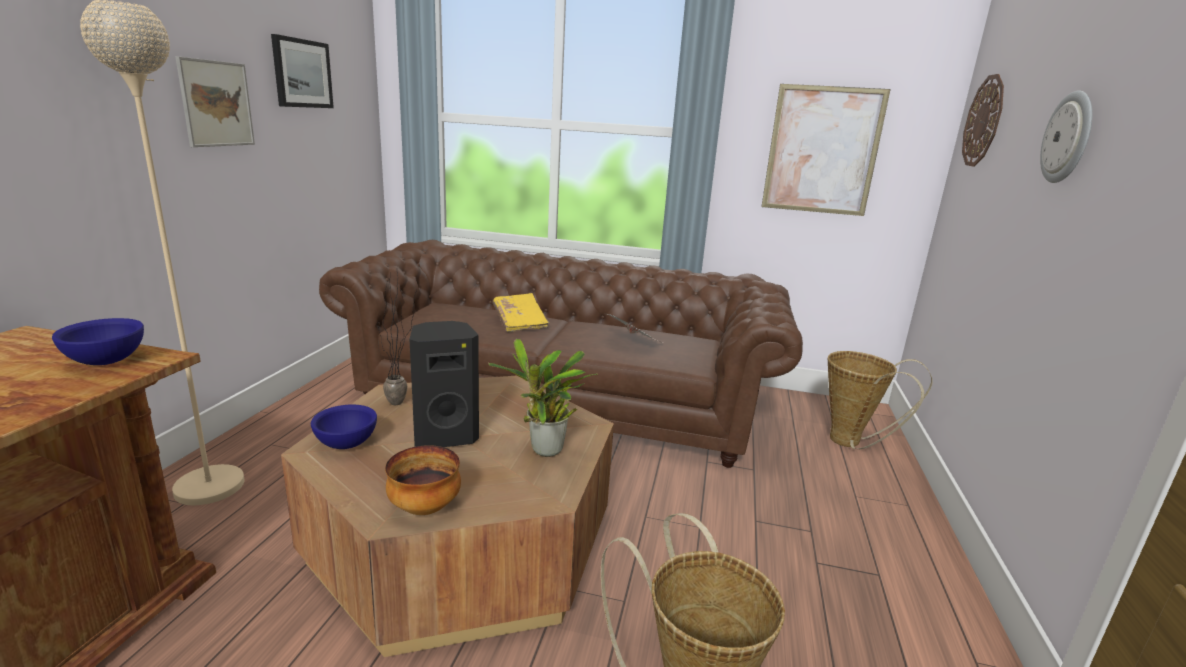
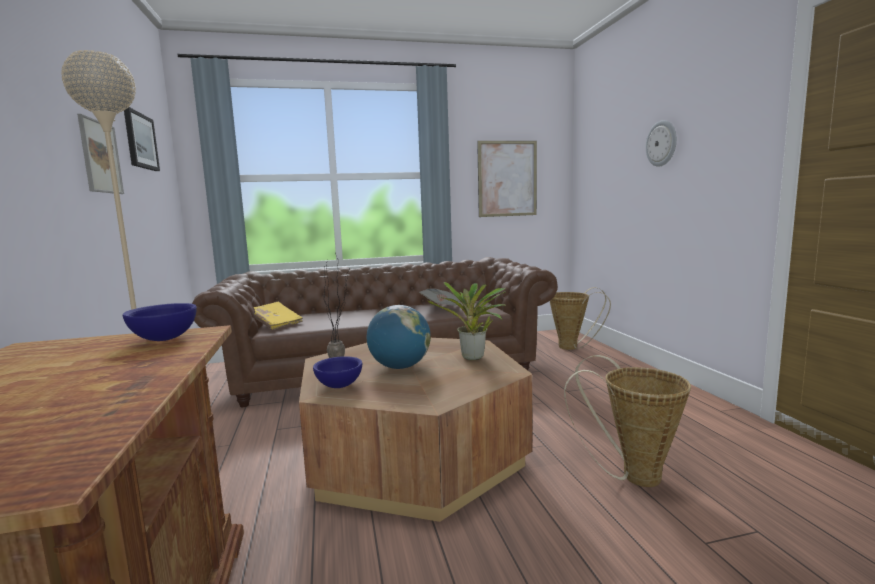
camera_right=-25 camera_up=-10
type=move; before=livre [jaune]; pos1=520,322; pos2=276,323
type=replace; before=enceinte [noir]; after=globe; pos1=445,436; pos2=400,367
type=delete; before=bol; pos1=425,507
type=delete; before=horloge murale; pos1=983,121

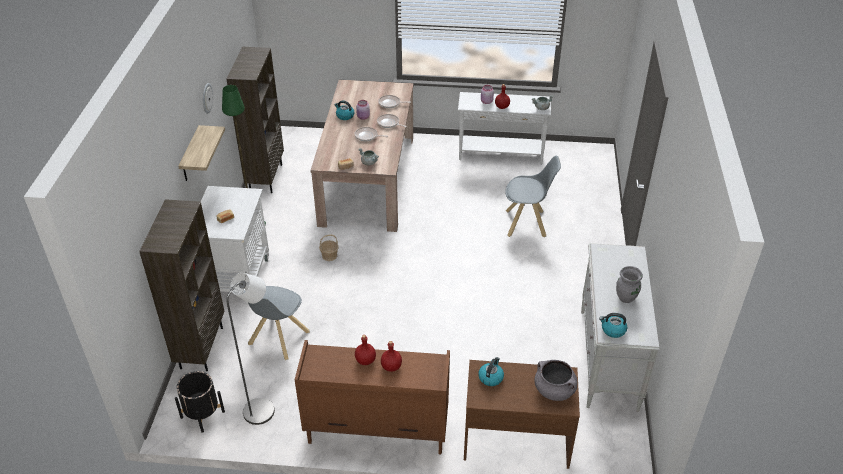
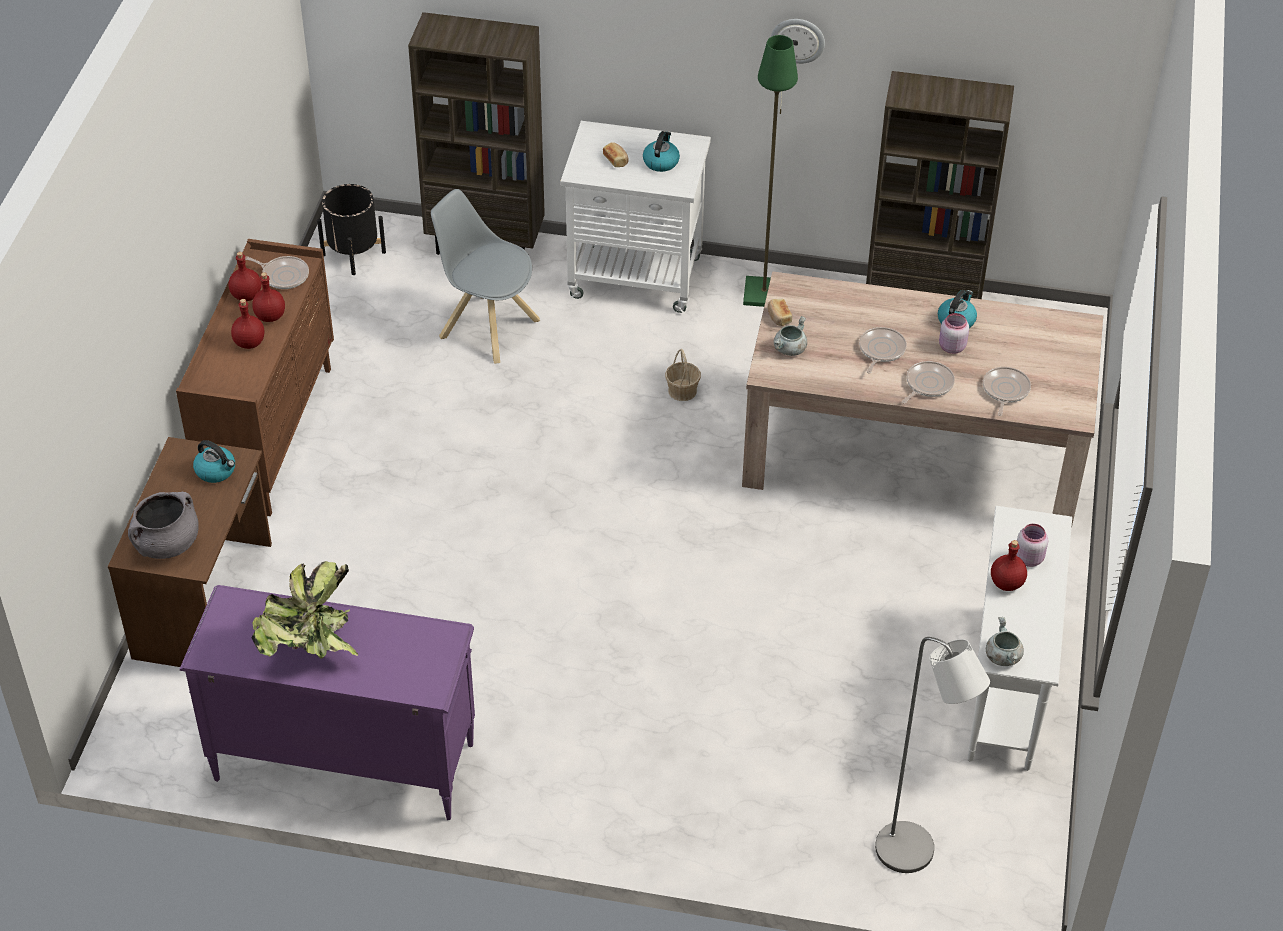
camera_right=95 camera_up=5
type=recolor; before=commode [blanc]; after=commode [violet]; pos1=607,359; pos2=343,760
type=insert; after=bouteille [rouge]; pos2=246,295
type=insert; after=poêle; pos2=283,275
type=replace; before=vase [gris]; after=plante en pot; pos1=626,298; pos2=310,647
type=move; before=bouilloire; pos1=613,330; pos2=661,162
type=move; before=lampadaire [gris]; pos1=263,407; pos2=913,855
type=delete; before=étagère; pos1=191,155
type=delete; before=chaise [gris]; pos1=527,223

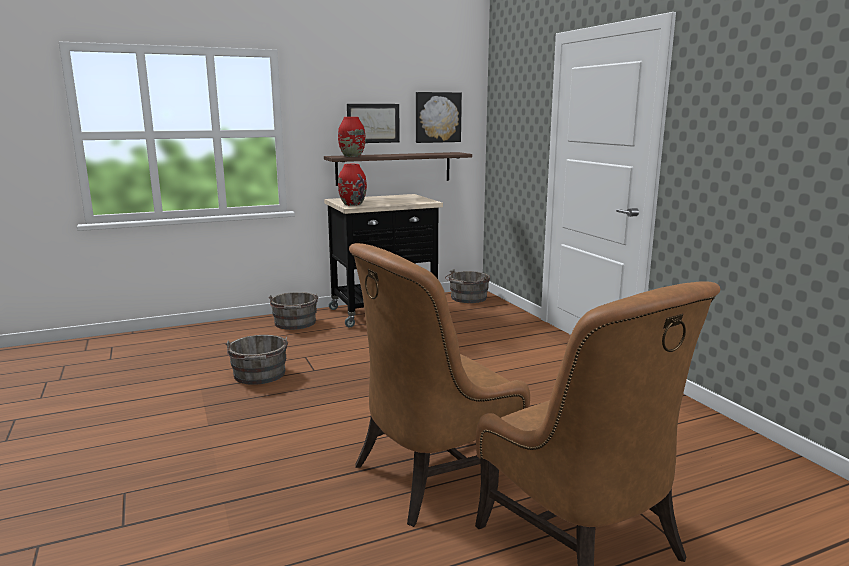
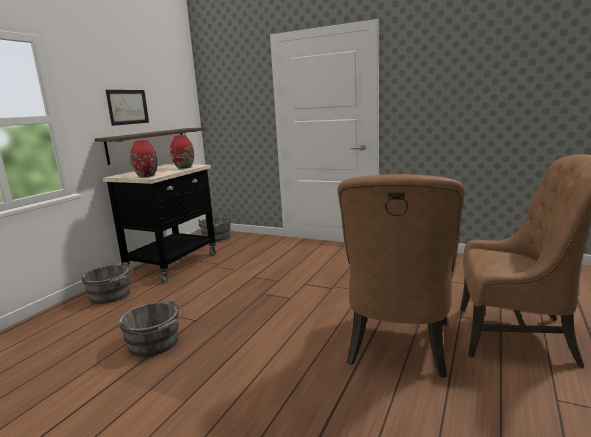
camera_right=-40 camera_up=0
type=move; before=vase [rouge]; pos1=352,156; pos2=184,167
type=delete; before=tableau; pos1=437,117

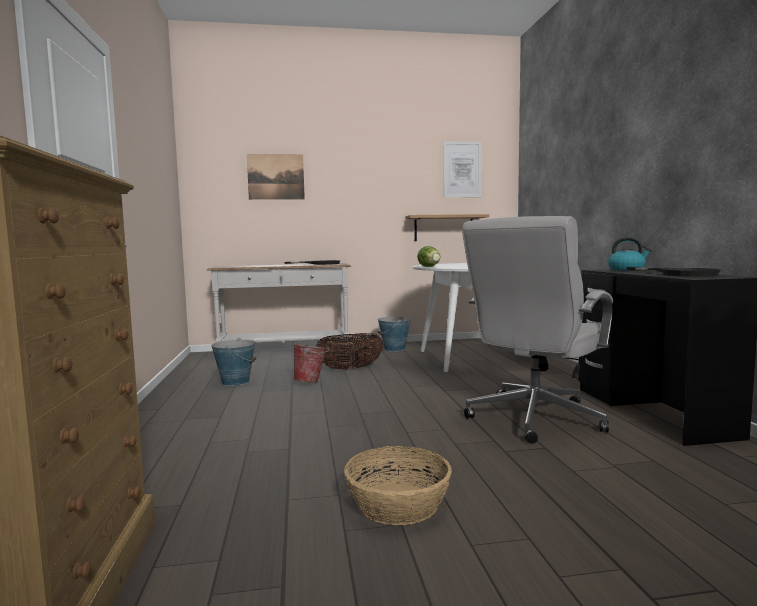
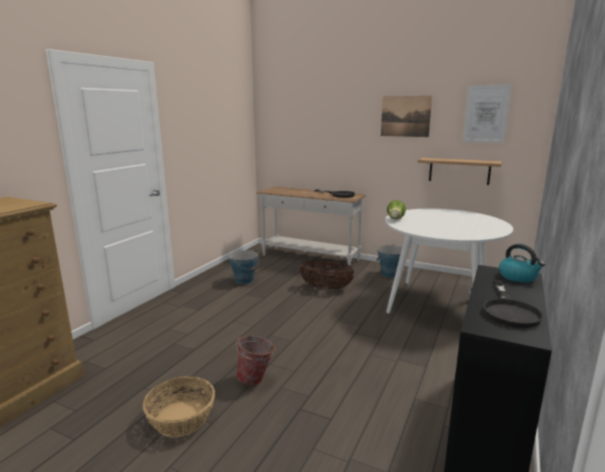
camera_right=35 camera_up=10
type=move; before=seau; pos1=311,382; pos2=256,379
type=move; before=tableau; pos1=276,177; pos2=405,116
type=delete; before=chaise de bureau [gris]; pos1=535,417

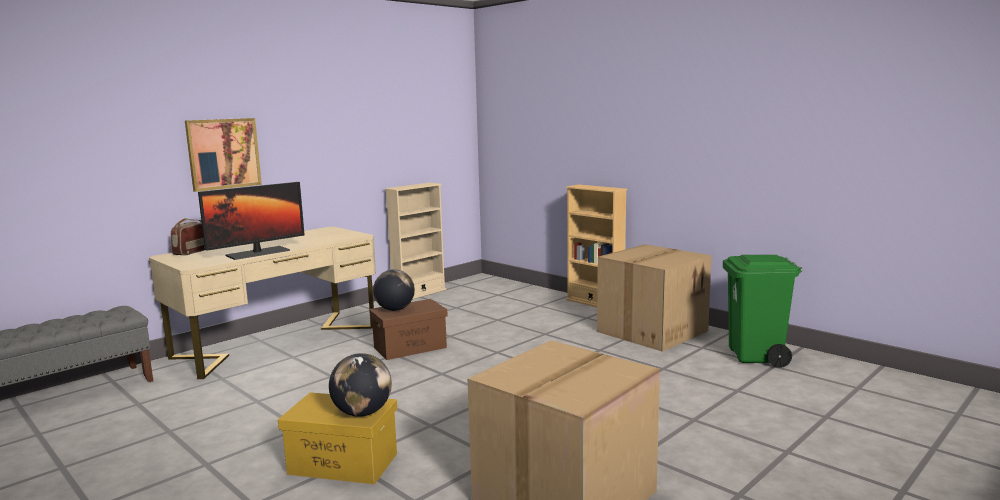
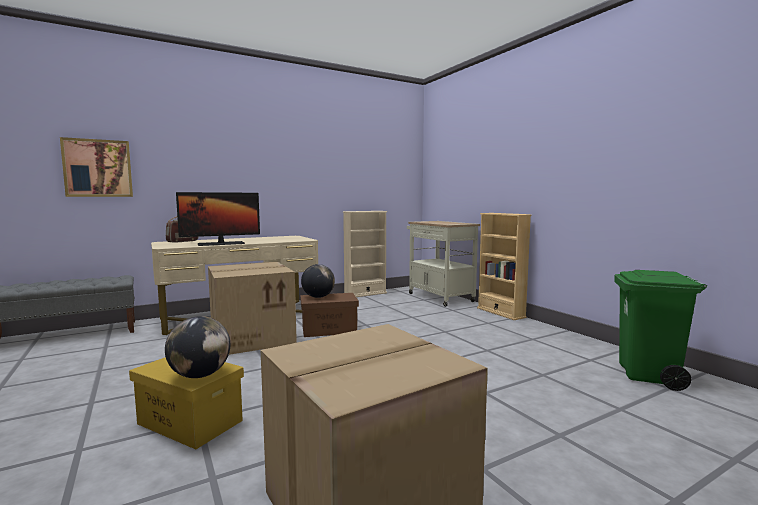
camera_right=15 camera_up=-5
type=move; before=tableau; pos1=223,153; pos2=98,168
type=move; before=carton; pos1=652,331; pos2=253,337
type=insert; after=chariot [beige]; pos2=439,297

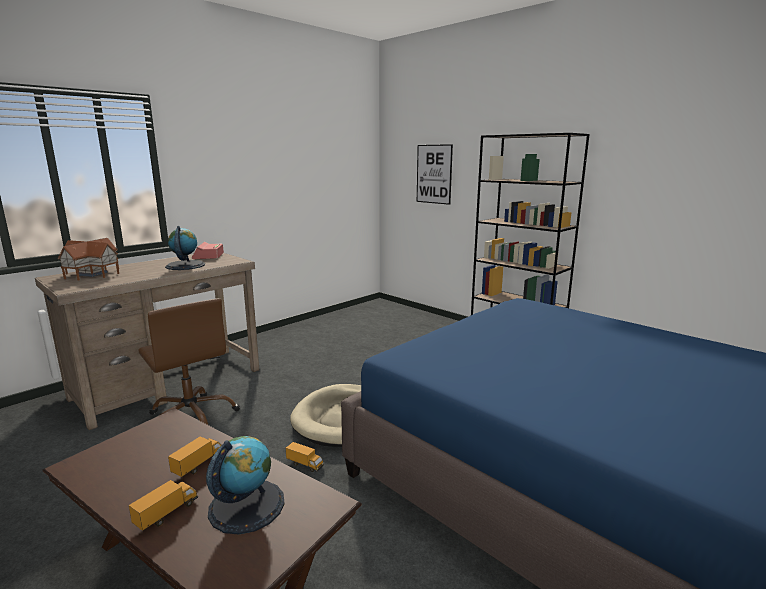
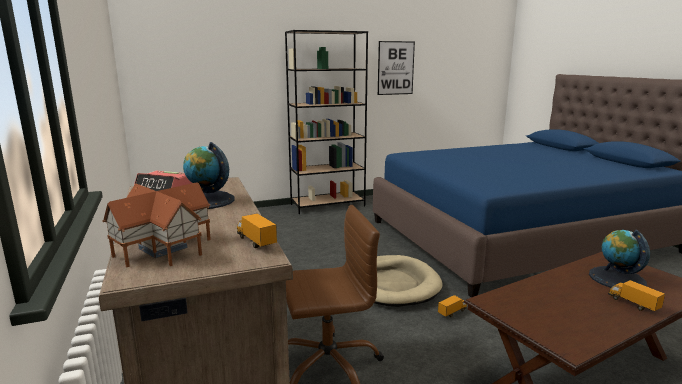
camera_right=-65 camera_up=0
type=move; before=camion jouet; pos1=198,465; pos2=256,242
type=move; before=tableau; pos1=434,174; pos2=395,68

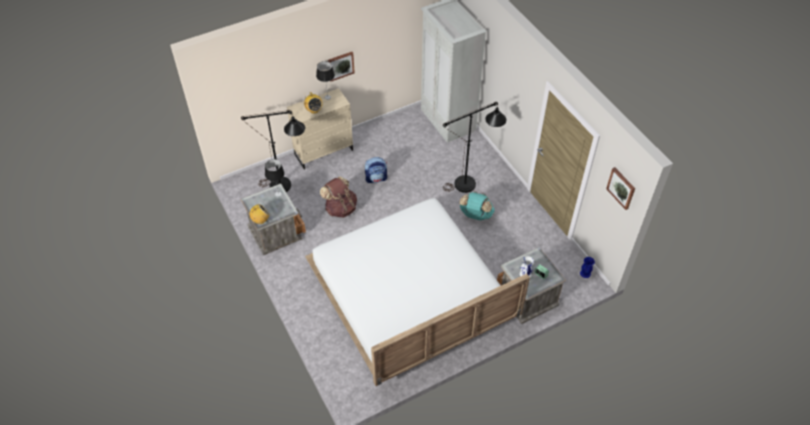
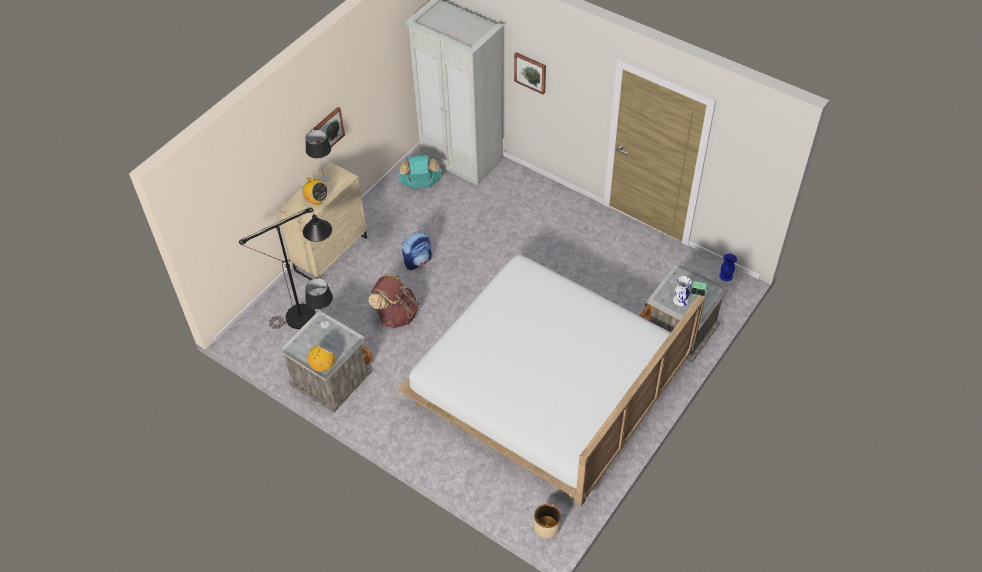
camera_right=-25 camera_up=0
type=move; before=sac à dos [turquoise]; pos1=475,215; pos2=420,184
type=move; before=tableau; pos1=621,188; pos2=530,72
type=insert; after=cache-pot [beige]; pos2=546,526
type=delete; before=lampadaire [noir]; pos1=471,183

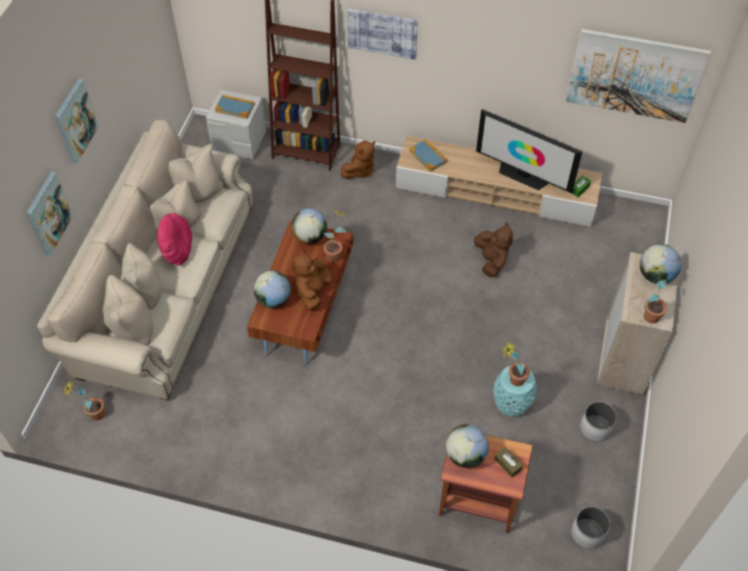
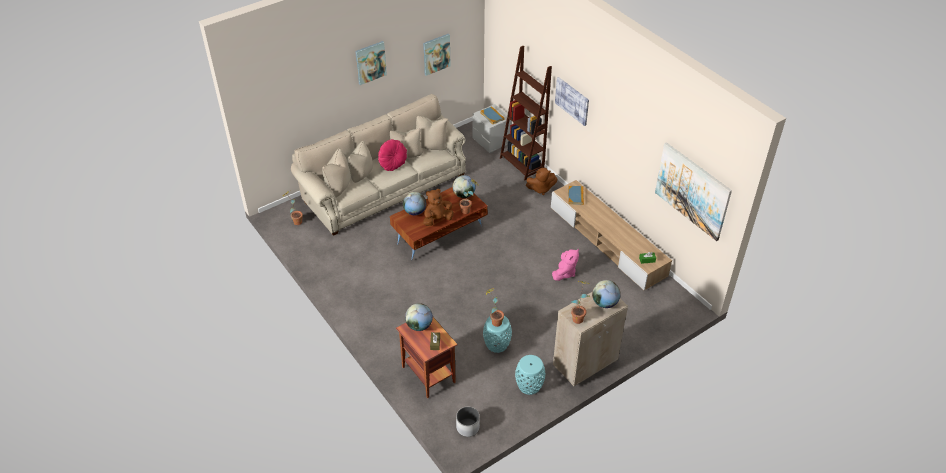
camera_right=40 camera_up=-10
type=move; before=tableau; pos1=48,214; pos2=436,54
type=replace; before=cache-pot [blanc]; after=tabouret [turquoise]; pos1=595,428; pos2=529,385
type=recolor; before=peluche [marron]; after=peluche [rose]; pos1=491,261; pos2=564,273
type=delete; before=téléviseur; pos1=523,175

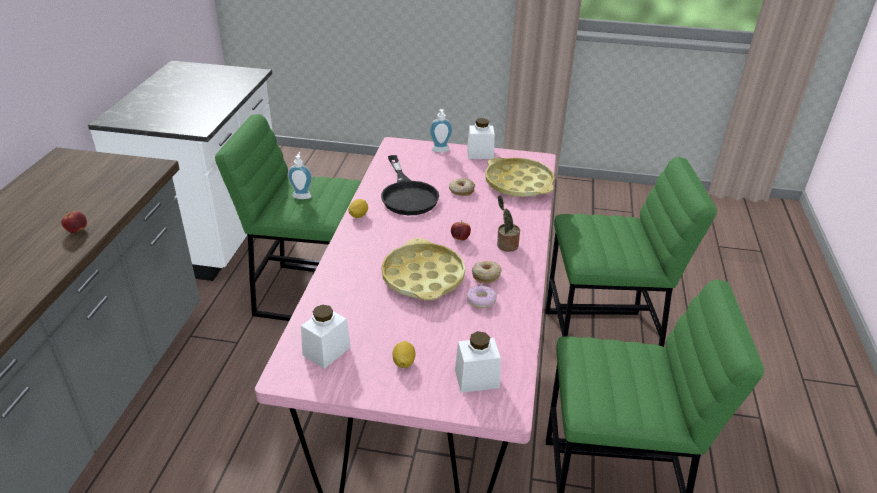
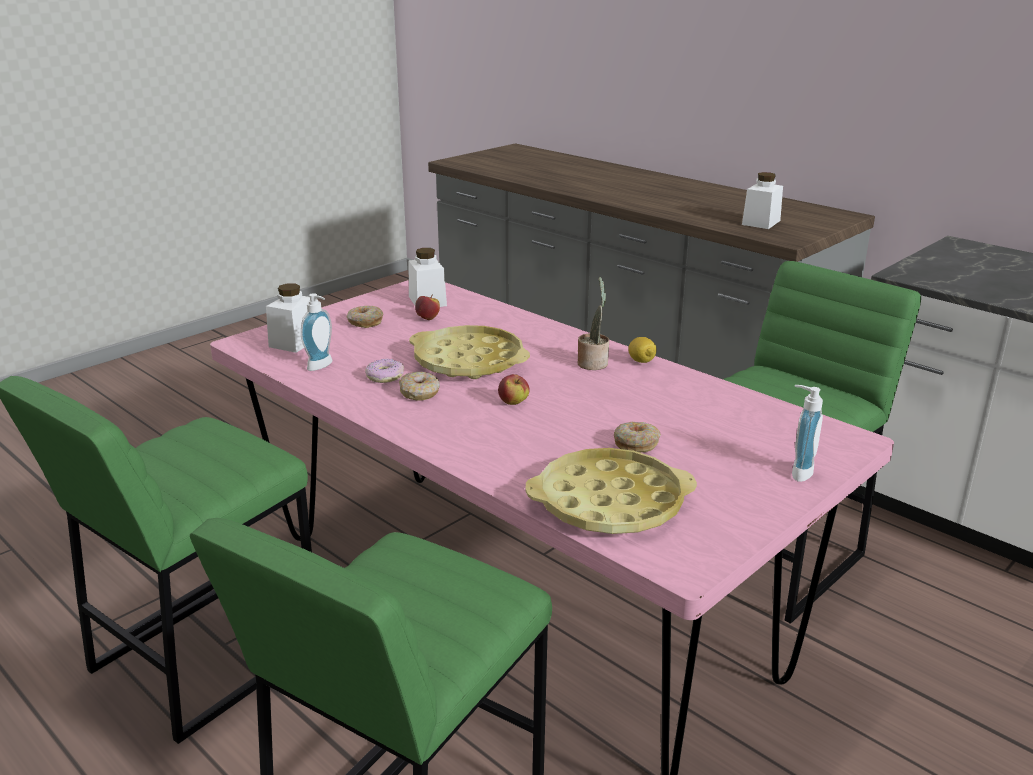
camera_right=125 camera_up=-10
type=move; before=distributeur de savon; pos1=302,195; pos2=322,366
type=replace; before=citron; after=beignet; pos1=404,362; pos2=364,322
type=move; before=pomme; pos1=77,230; pos2=428,318
type=move; before=plante en pot; pos1=506,245; pos2=593,363
type=move; before=bocal [blanc]; pos1=480,154; pos2=761,222
type=delete; before=poêle [noir]; pos1=407,194

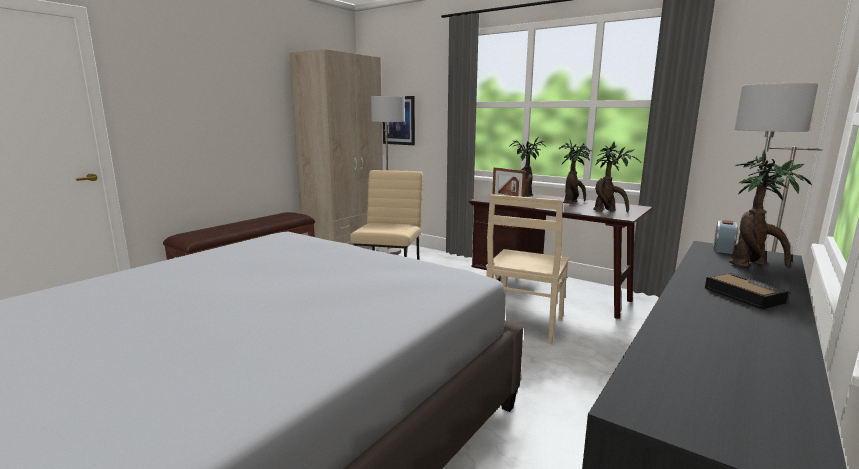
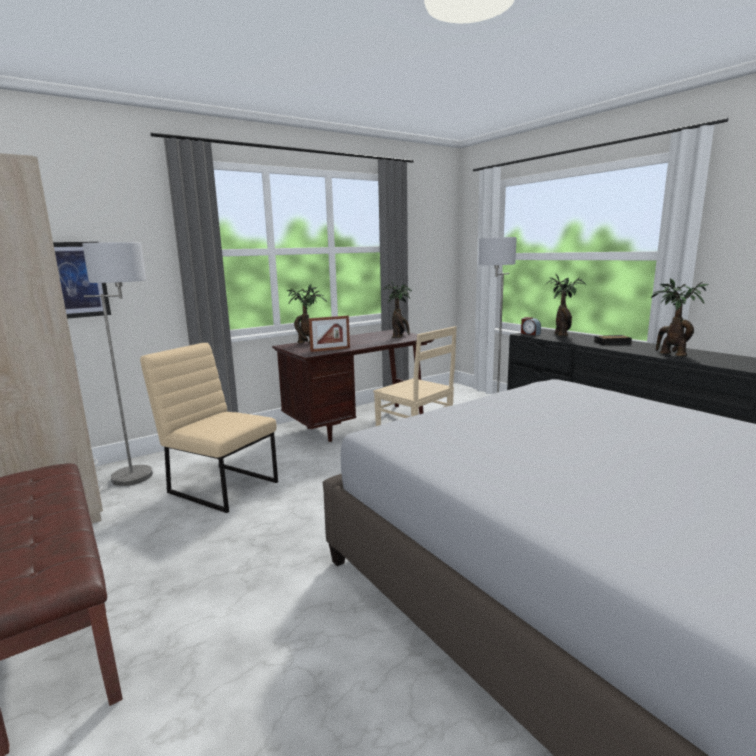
camera_right=-70 camera_up=0
type=move; before=plante en pot; pos1=572,202; pos2=670,354

